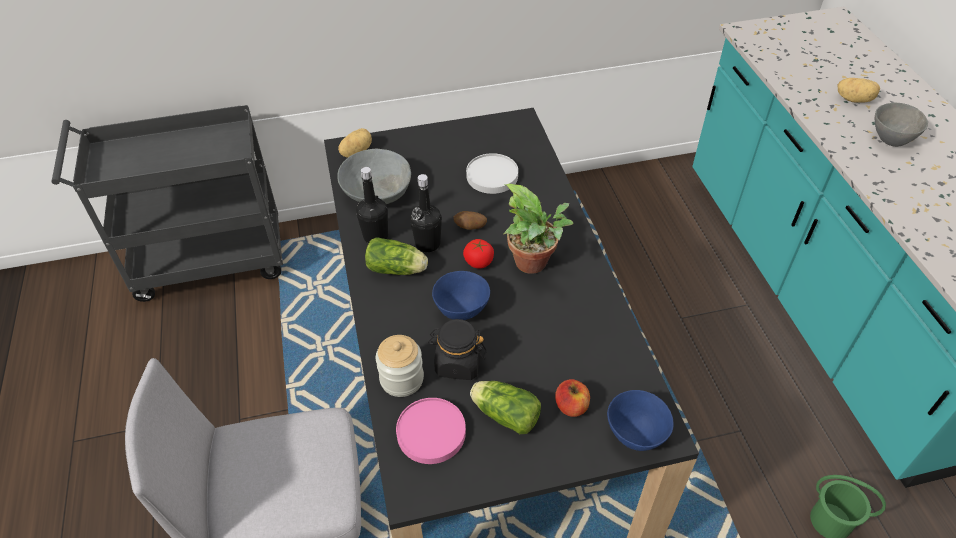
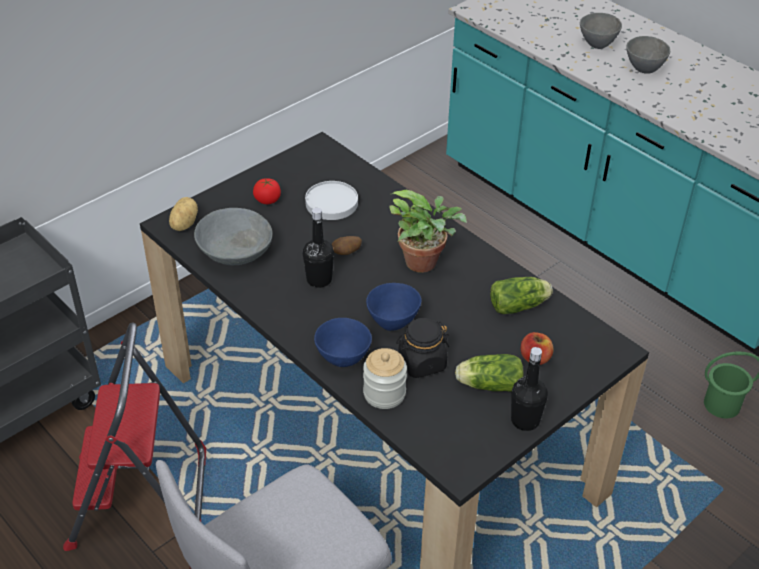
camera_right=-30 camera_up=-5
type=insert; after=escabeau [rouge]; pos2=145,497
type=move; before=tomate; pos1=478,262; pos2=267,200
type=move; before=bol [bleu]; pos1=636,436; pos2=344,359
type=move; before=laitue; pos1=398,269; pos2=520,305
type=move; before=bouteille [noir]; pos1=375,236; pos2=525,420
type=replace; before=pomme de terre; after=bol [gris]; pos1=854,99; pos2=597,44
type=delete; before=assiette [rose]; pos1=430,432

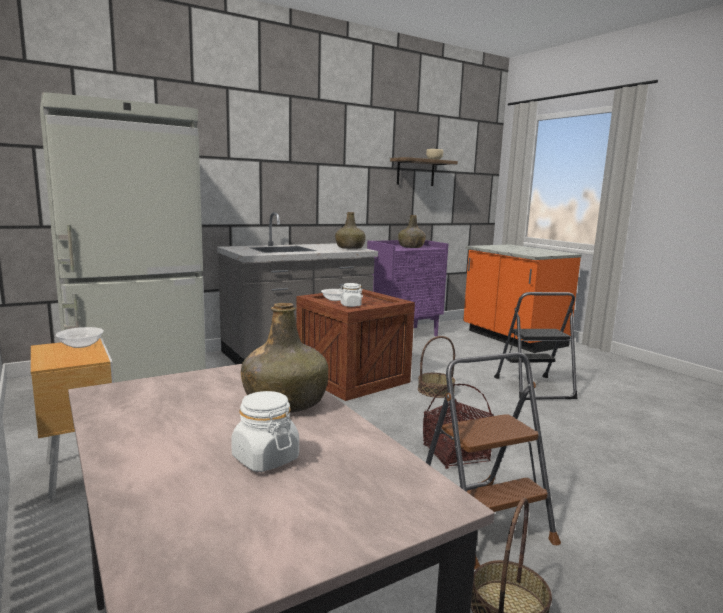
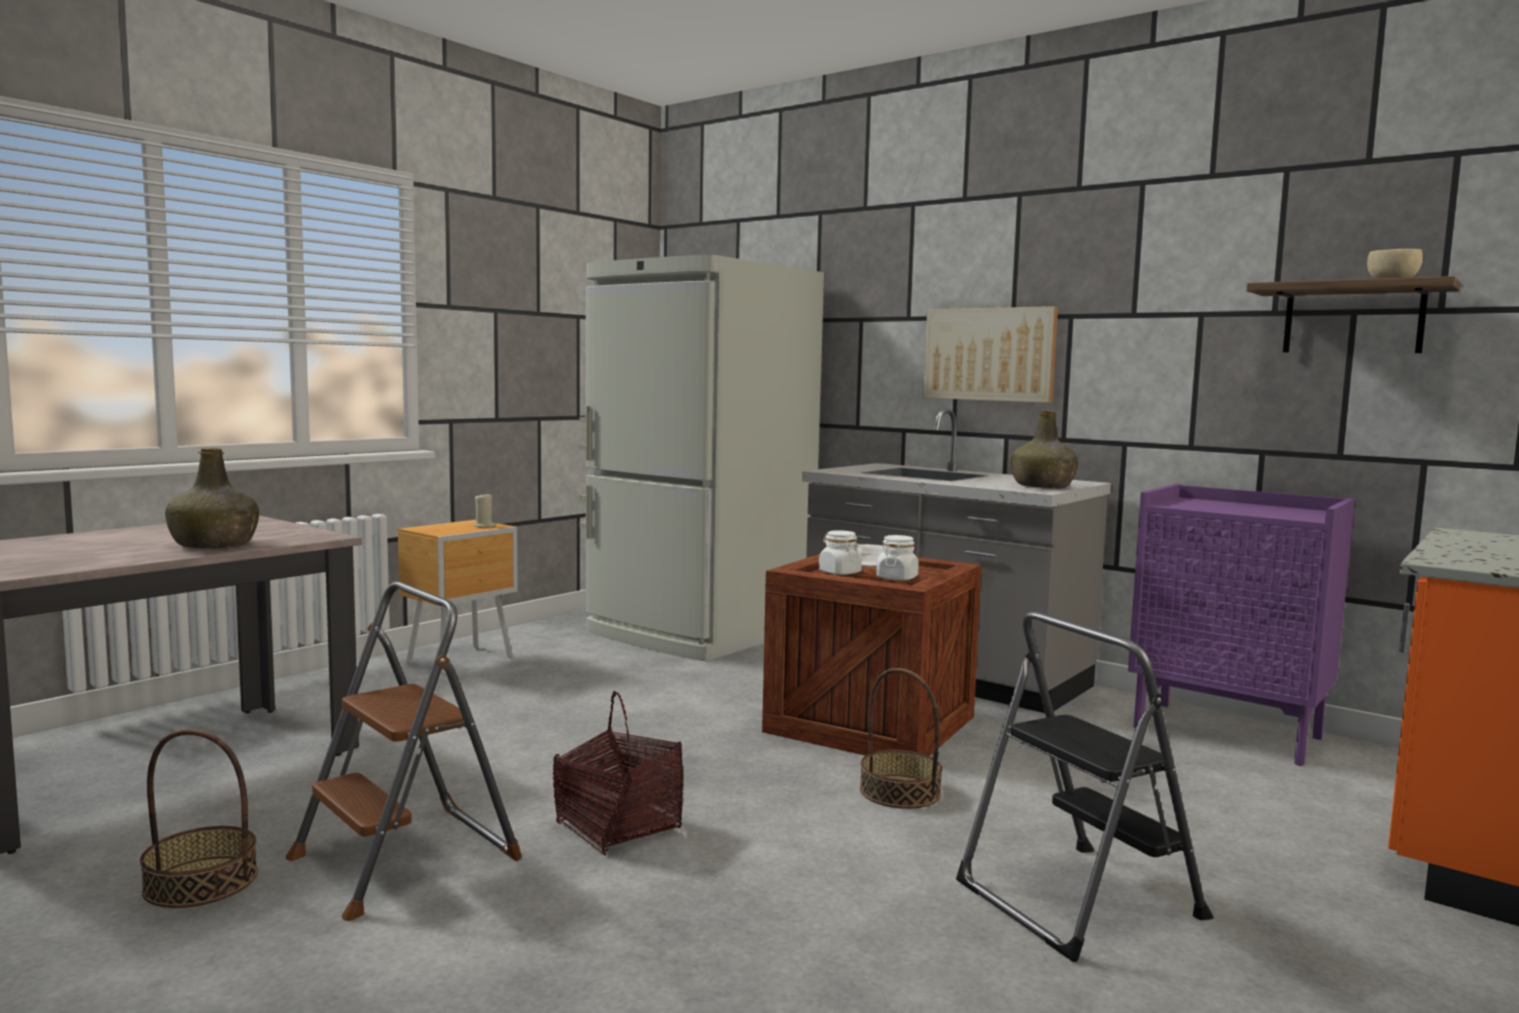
camera_right=70 camera_up=-5
type=replace; before=bol; after=bougie [beige]; pos1=81,345; pos2=484,526
type=move; before=bocal [blanc]; pos1=265,458; pos2=897,578
type=insert; after=tableau; pos2=989,354
type=delete; before=bouteille [vert]; pos1=411,247

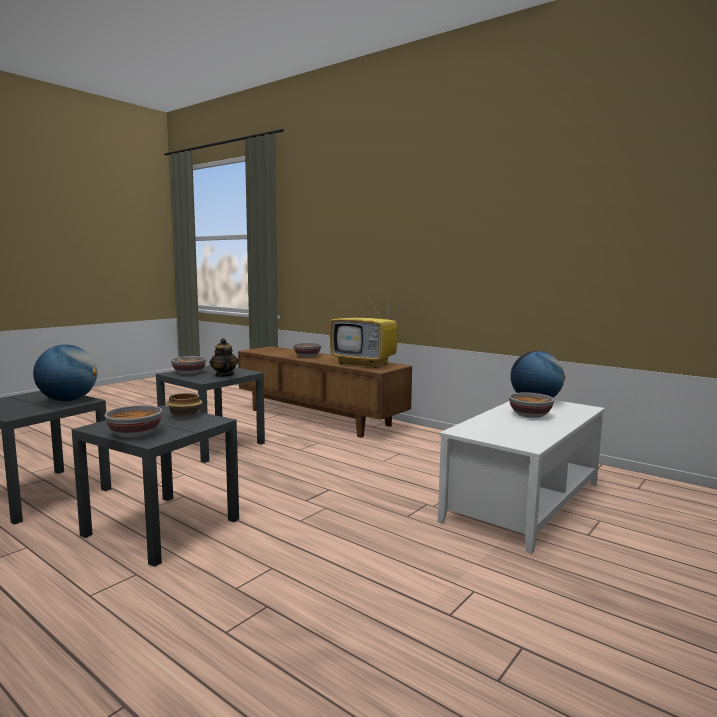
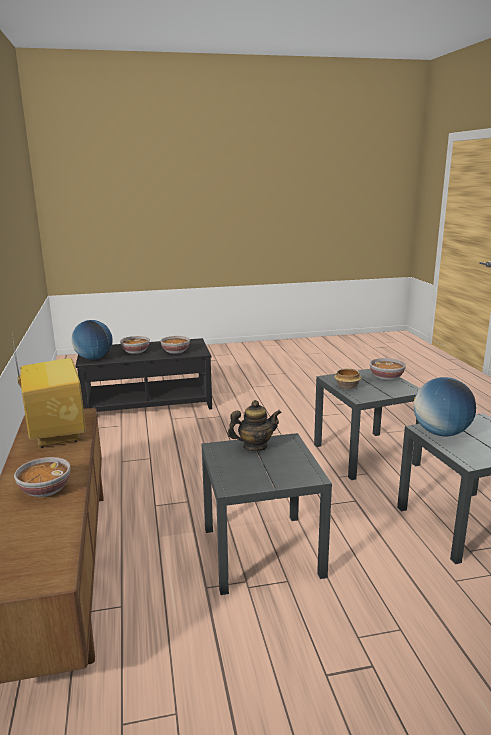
camera_right=-140 camera_up=10
type=recolor; before=table basse [blanc]; after=table basse [noir]; pos1=525,502; pos2=147,403
type=move; before=bol; pos1=189,373; pos2=176,351
type=rotate; before=théière; pos1=224,375; pos2=255,446; turn=-120

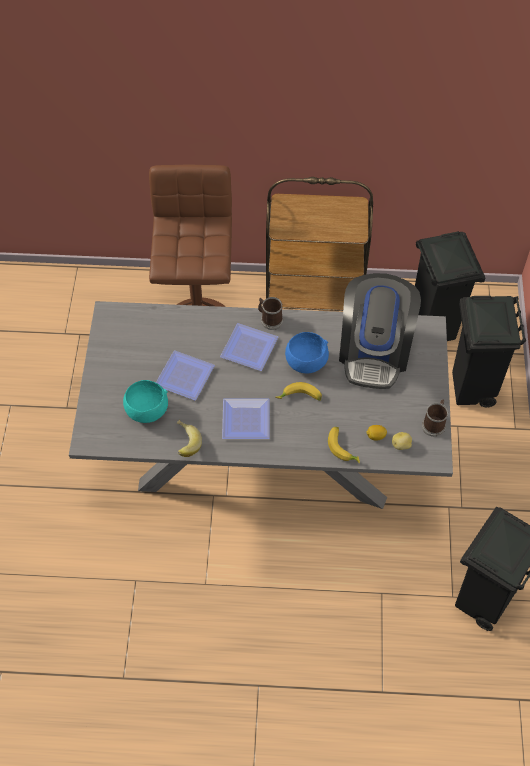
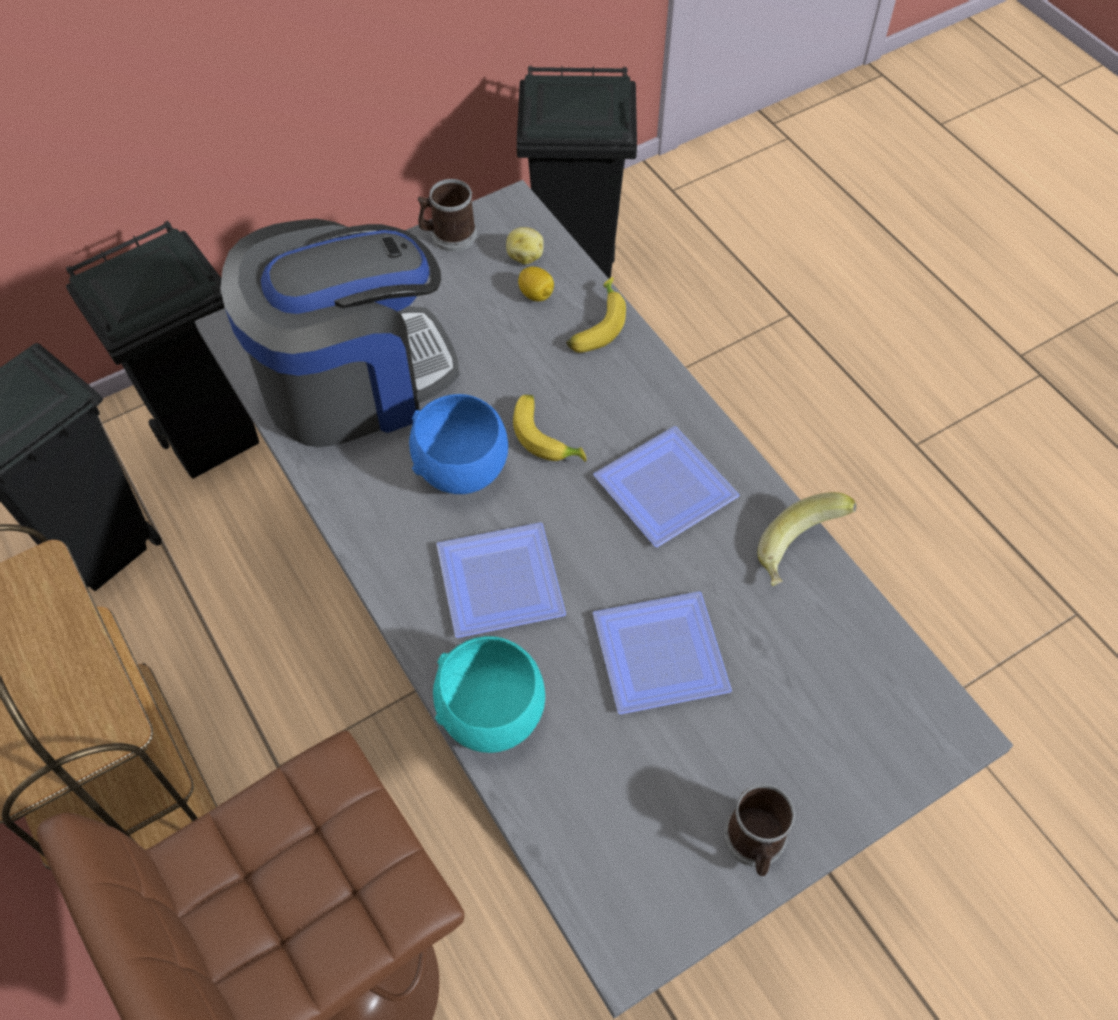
camera_right=-125 camera_up=0
type=move; before=bol [turquoise]; pos1=146,411; pos2=493,714
type=move; before=mug; pos1=269,319; pos2=755,843

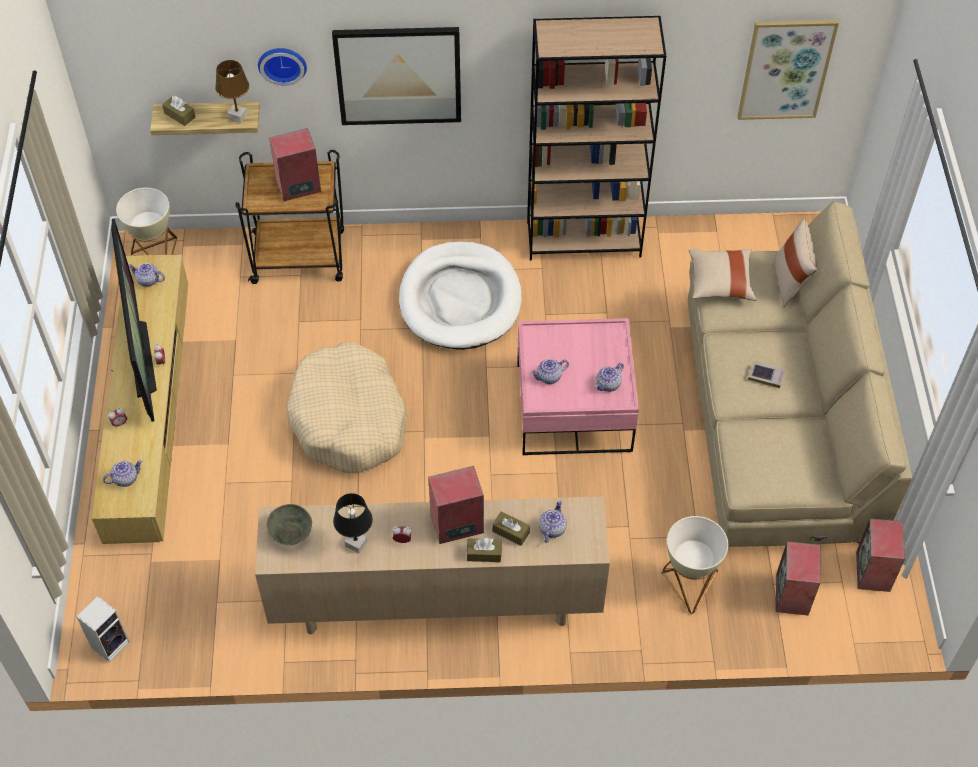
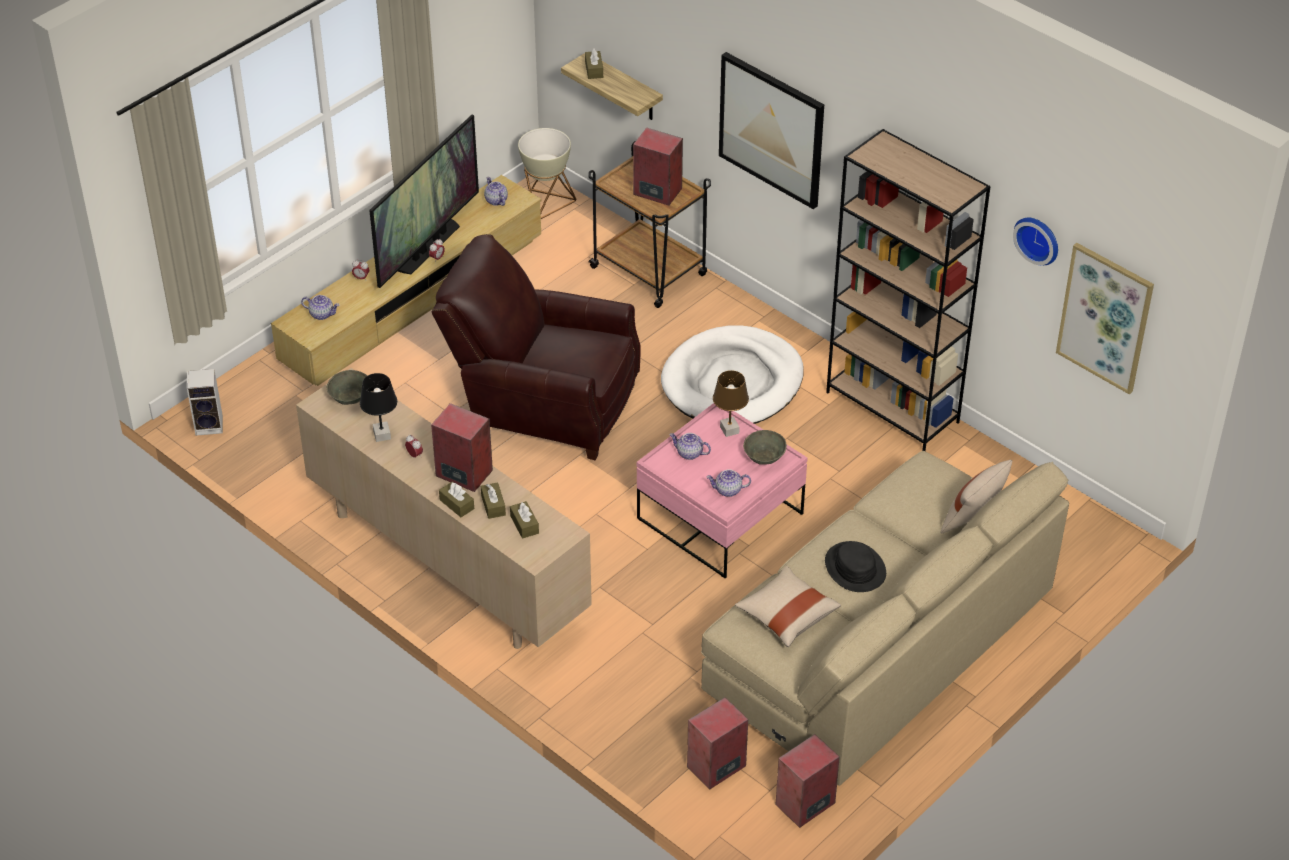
camera_right=45 camera_up=-10
type=replace; before=panier pour chien [beige]; after=fauteuil [marron]; pos1=349,419; pos2=542,404
type=replace; before=théière; after=boîte à mouchoirs [marron]; pos1=552,528; pos2=524,524
type=move; before=lampe de table [marron]; pos1=238,116; pos2=730,430
type=move; before=coussin [beige]; pos1=720,282; pos2=786,616
type=insert; after=bol [gris]; pos2=763,457
type=replace; before=livre; after=chapeau [noir]; pos1=766,376; pos2=855,568
type=move; before=horloge murale; pos1=282,63; pos2=1038,239
type=delete; before=cache-pot; pos1=688,583

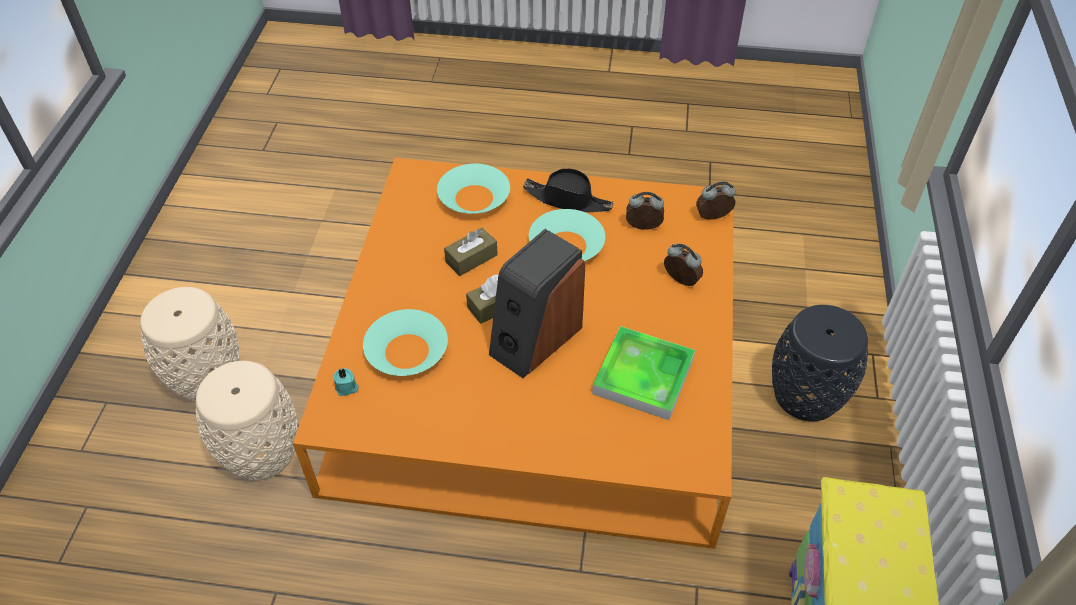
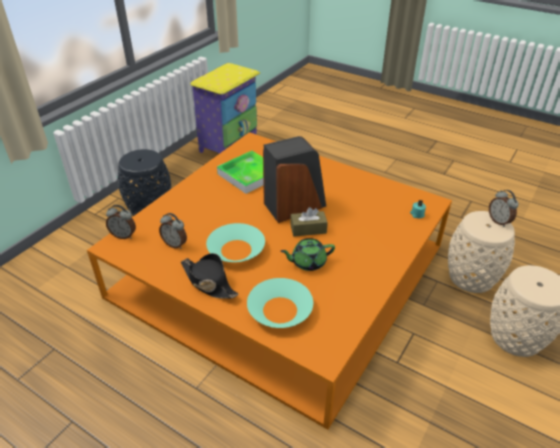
camera_right=-155 camera_up=-10
type=replace; before=boîte à mouchoirs [marron]; after=théière [vert]; pos1=471,258; pos2=308,262
type=move; before=réveil; pos1=680,281; pos2=499,221
type=delete; before=bol [turquoise]; pos1=406,351

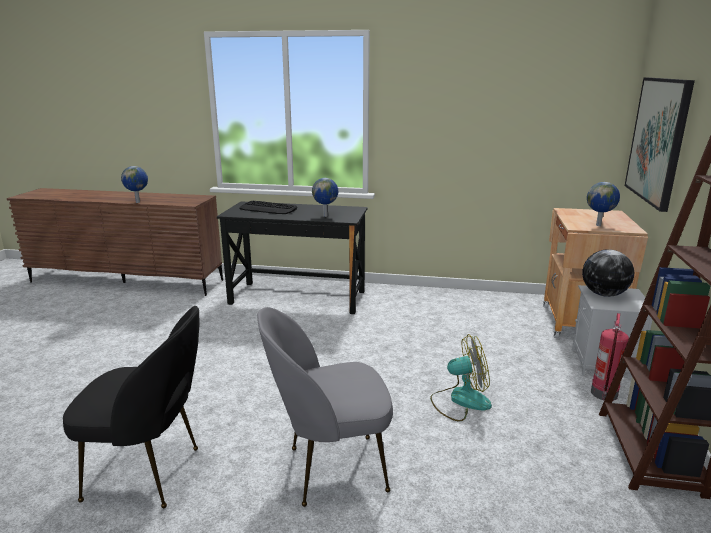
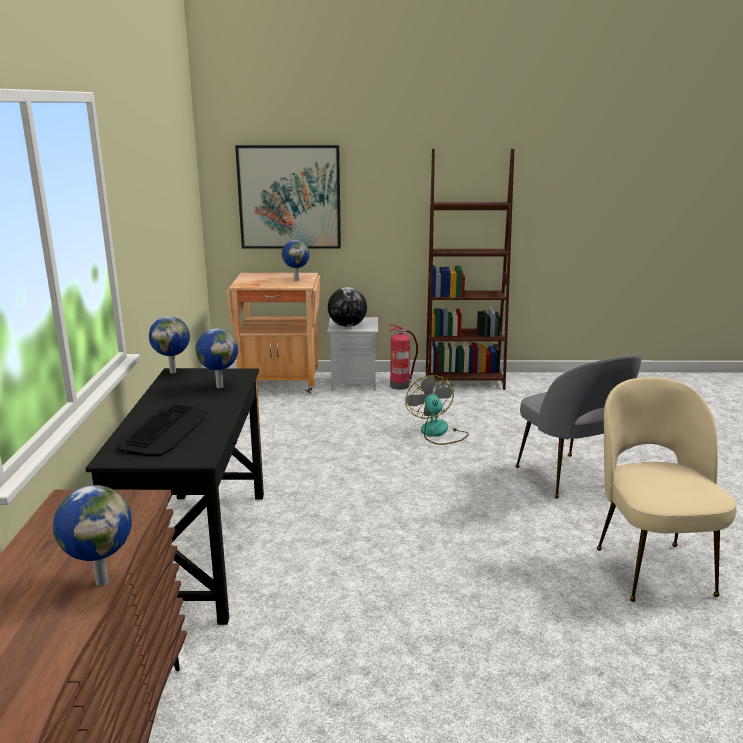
camera_right=-100 camera_up=0
type=insert; after=globe; pos2=173,372
type=recolor; before=chaise [noir]; after=chaise [beige]; pos1=152,475; pos2=650,565

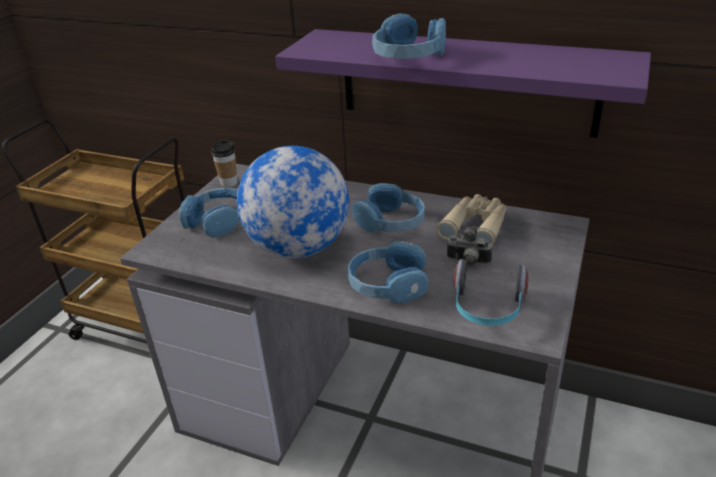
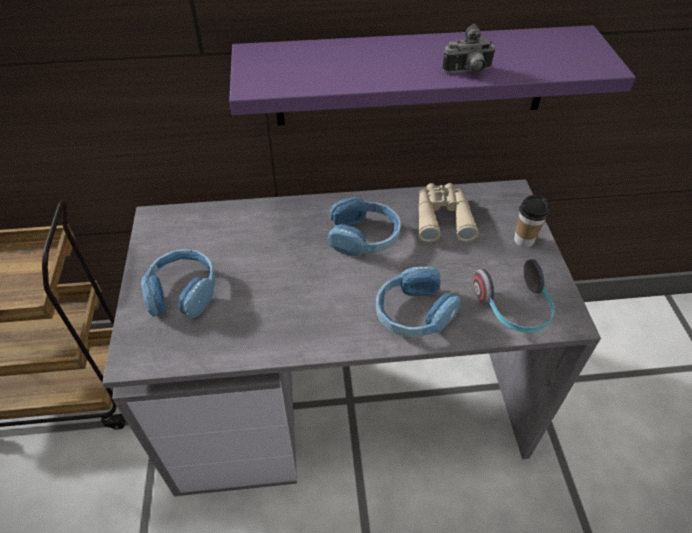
camera_right=-30 camera_up=15
type=move; before=appareil photo; pos1=467,262; pos2=468,72
type=move; before=tasse; pos1=229,183; pos2=524,240
type=delete; before=globe; pos1=298,248
type=delete; before=casque audio [bleu]; pos1=409,56

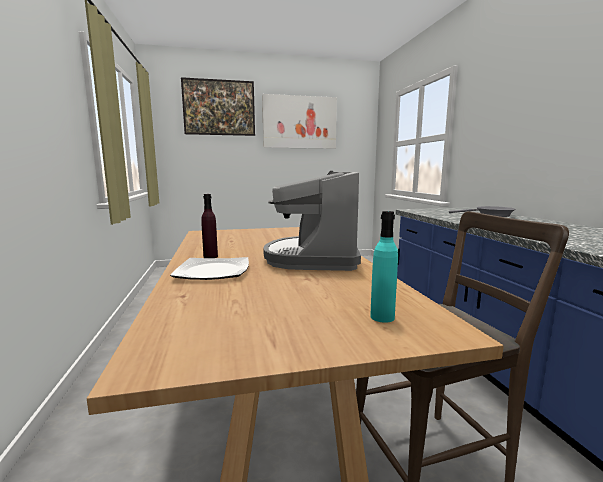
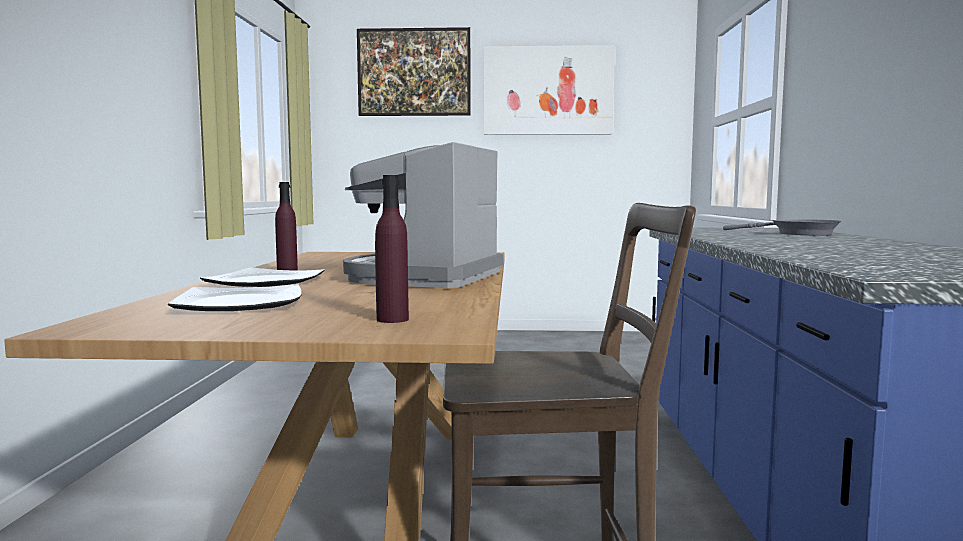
camera_right=15 camera_up=-5
type=insert; after=assiette; pos2=241,303
type=recolor; before=bouteille [turquoise]; after=bouteille [violet]; pos1=382,317; pos2=392,319

